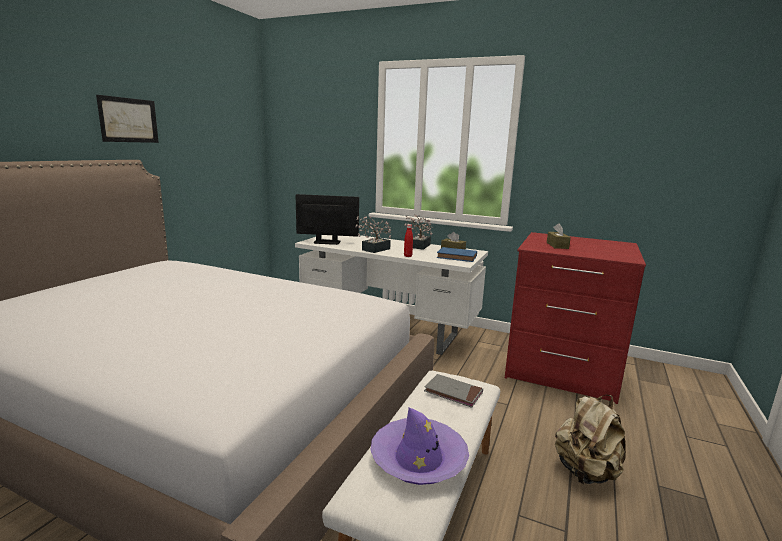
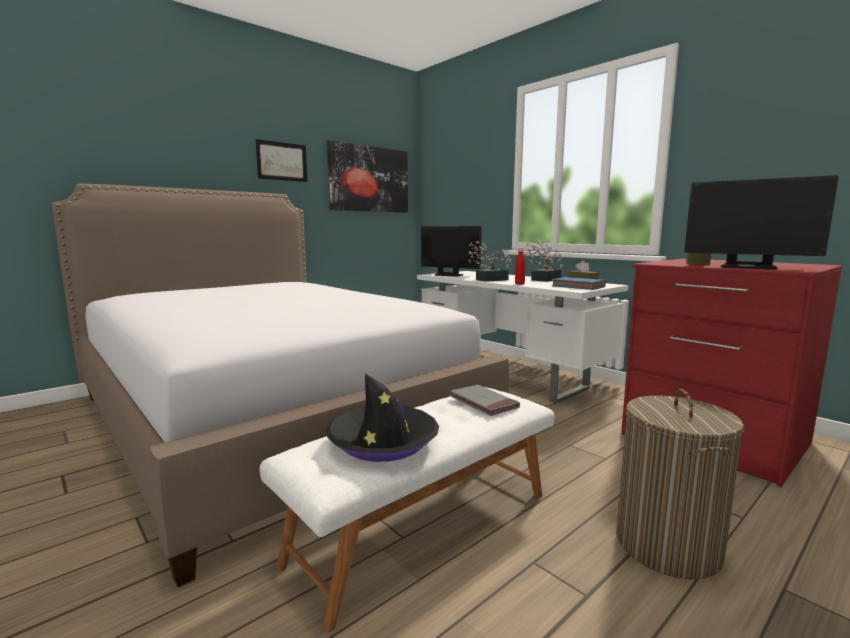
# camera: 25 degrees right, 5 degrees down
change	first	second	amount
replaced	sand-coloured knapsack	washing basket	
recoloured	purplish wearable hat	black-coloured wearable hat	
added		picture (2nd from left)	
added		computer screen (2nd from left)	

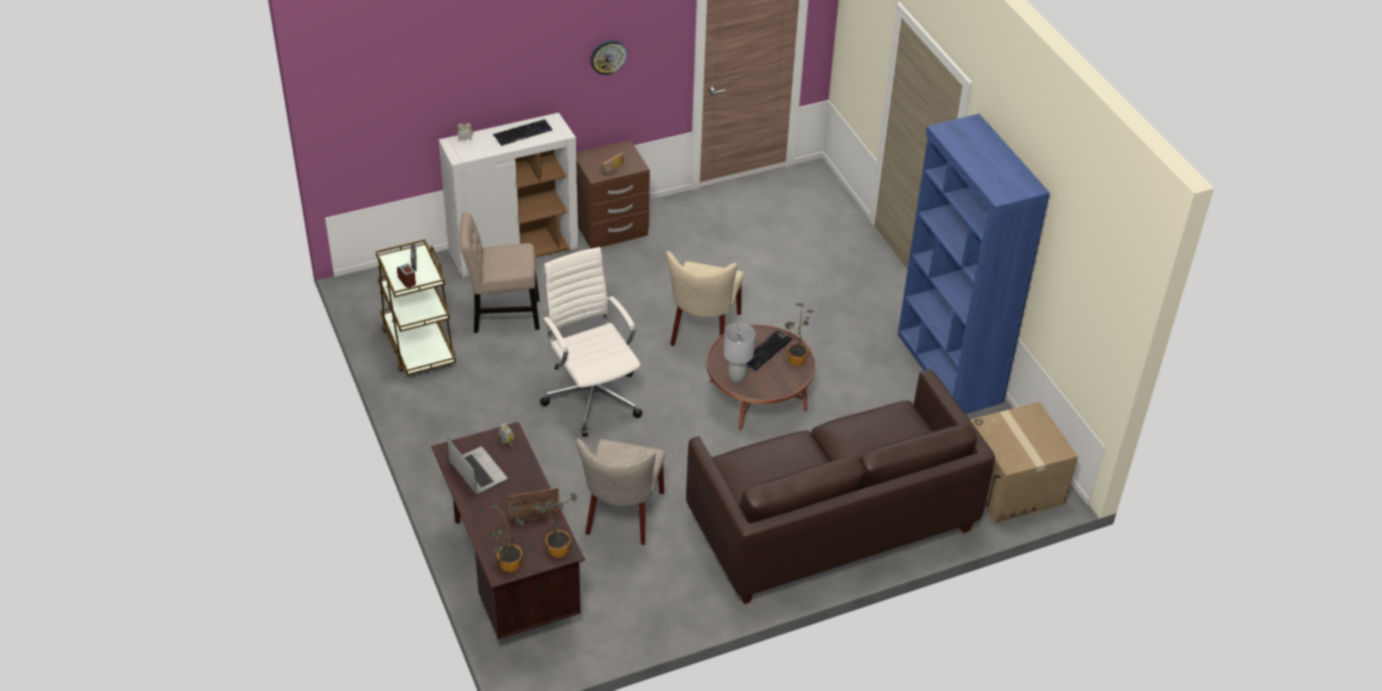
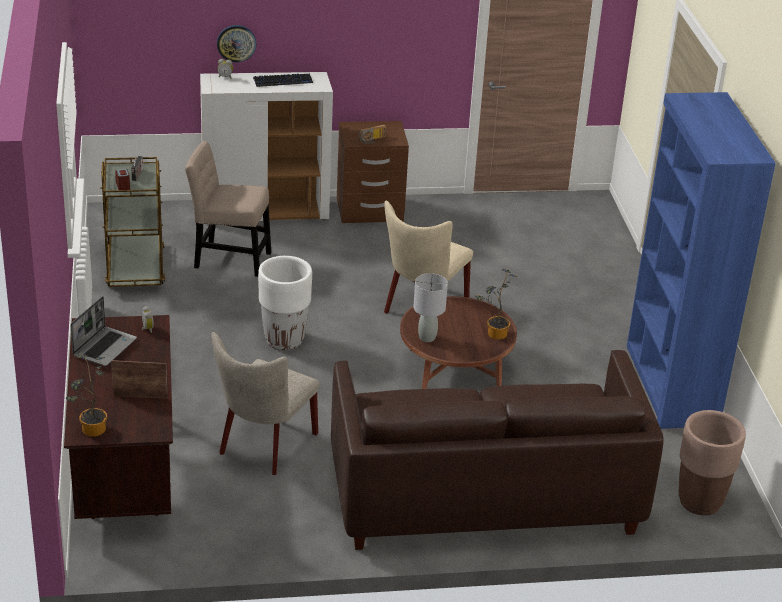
# camera: 15 degrees right, 10 degrees down
change	first	second	amount
moved	hanging clock		
replaced	whitish desk chair	whitish planter	
removed	keyboard (2nd from left)		
replaced	packing box	brown-coloured planter	
turned	portable computer		45 degrees clockwise
removed	houseplant (2nd from left)		

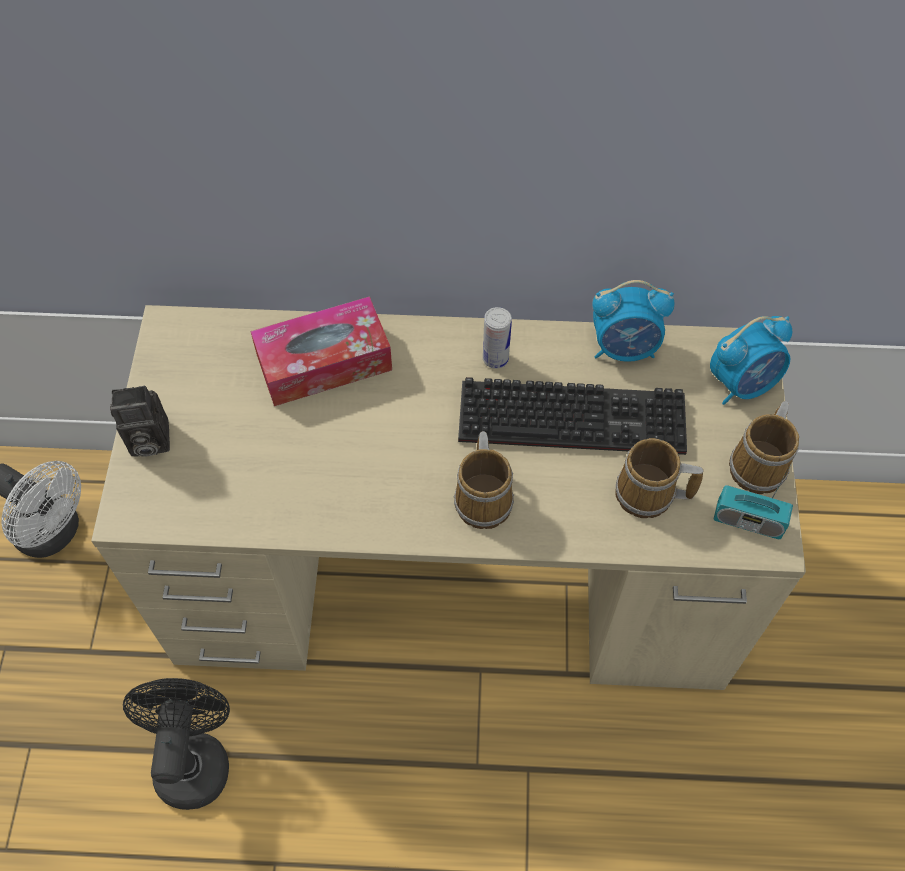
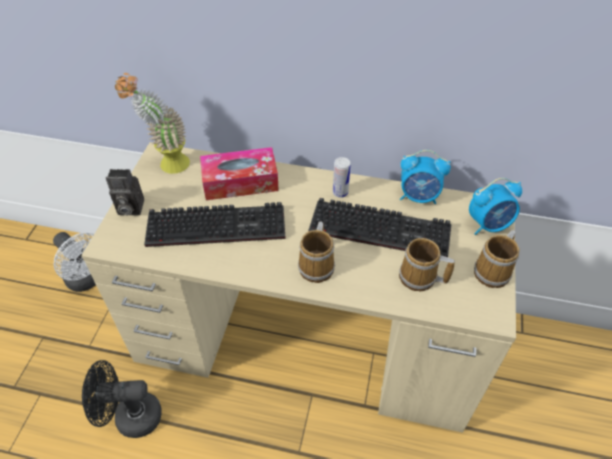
# camera: 10 degrees right, 10 degrees down
change	first	second	amount
removed	radio		
turned	black-coloured fan		105 degrees counterclockwise
added		houseplant	
added		keyboard (1st from left)	

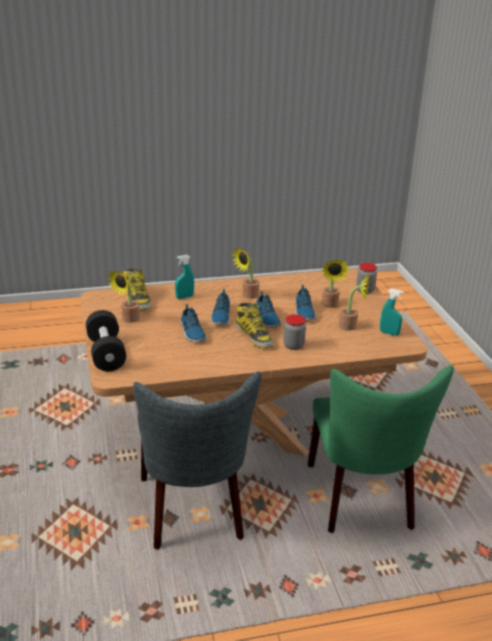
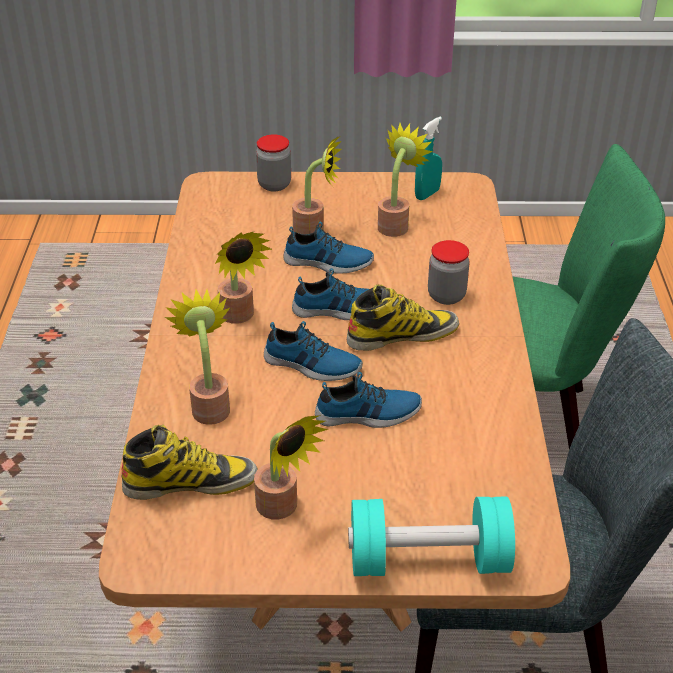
# camera: 75 degrees left, 10 degrees up
change	first	second	amount
replaced	turquoise hand sprayer (1st from left)	houseplant (1st from left)	
recoloured	black-coloured hand weight	turquoise hand weight	

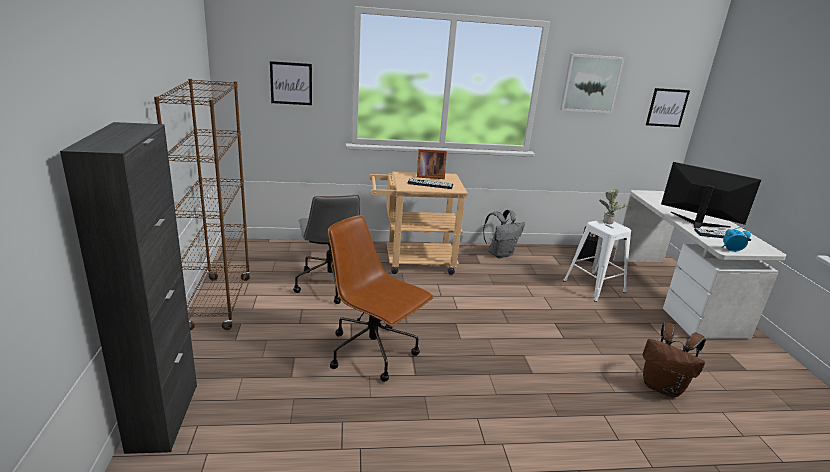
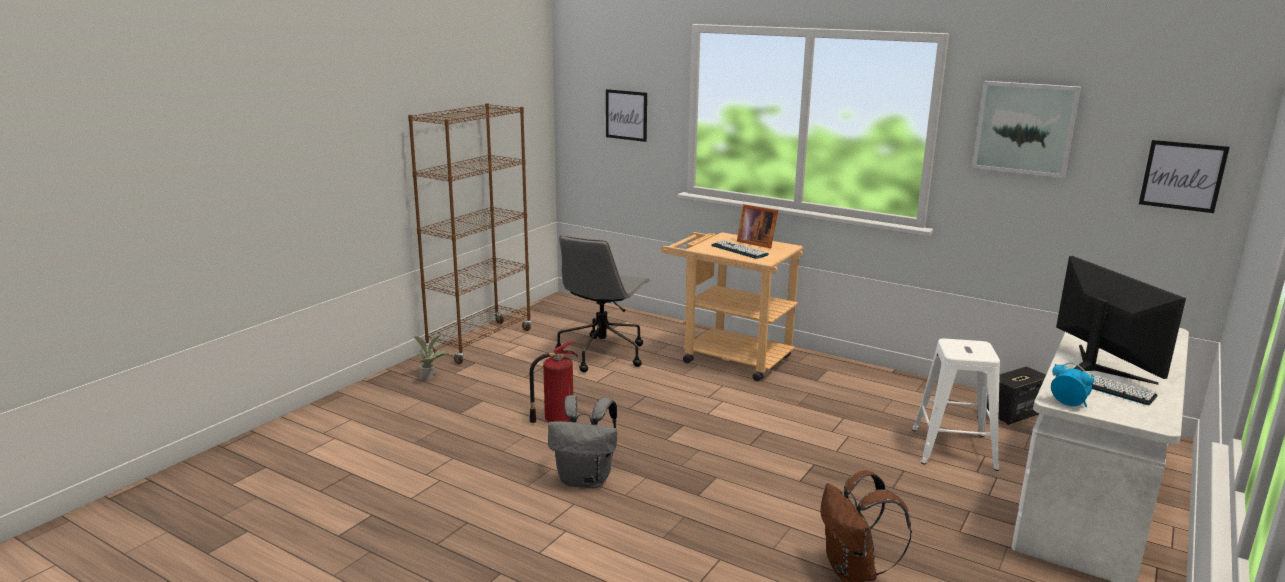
# camera: 40 degrees right, 5 degrees down
change	first	second	amount
removed	black-coloured cupboard		
moved	houseplant		
moved	greyish knapsack		
replaced	brown-coloured desk chair	fire-fighting cylinder	

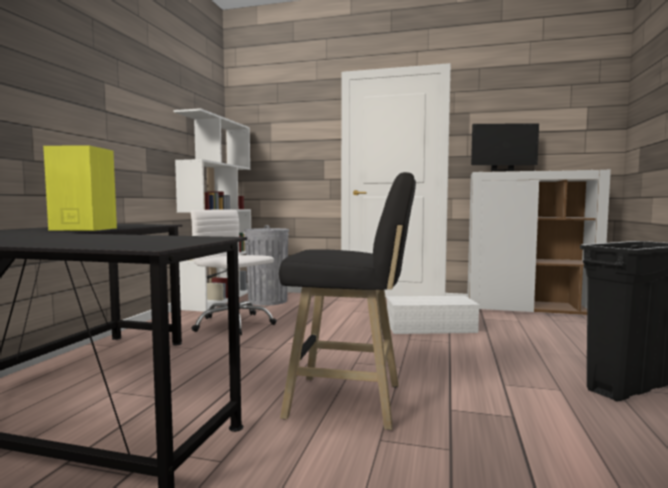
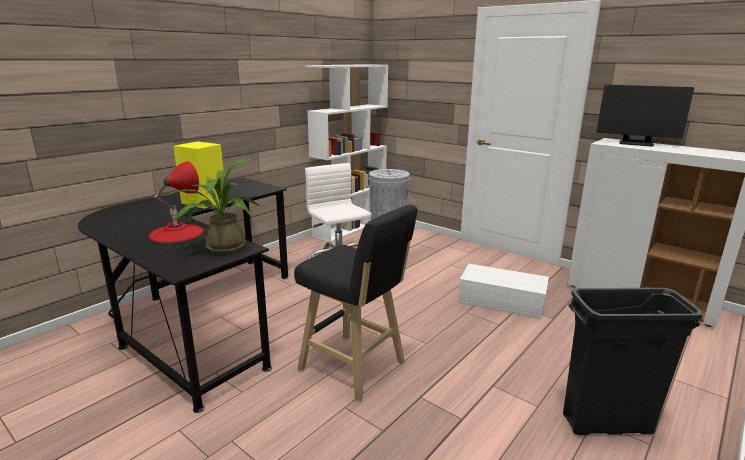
# camera: 25 degrees right, 15 degrees up
change	first	second	amount
added		houseplant	
added		reddish table lamp	

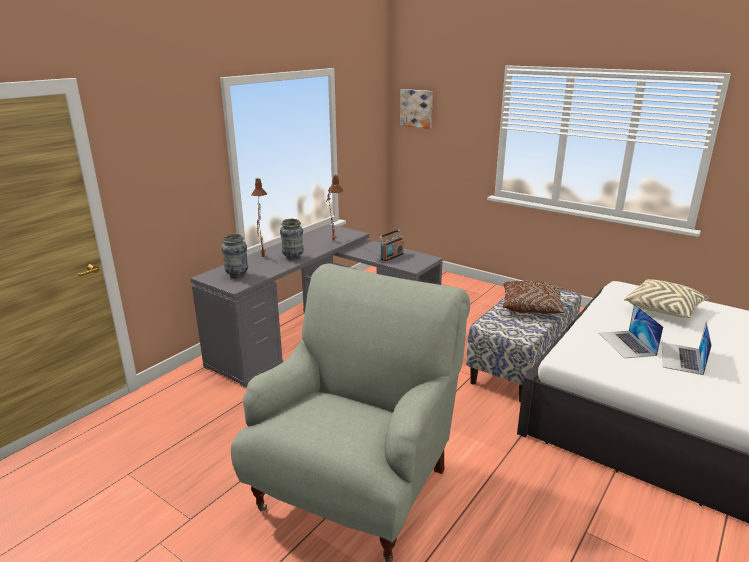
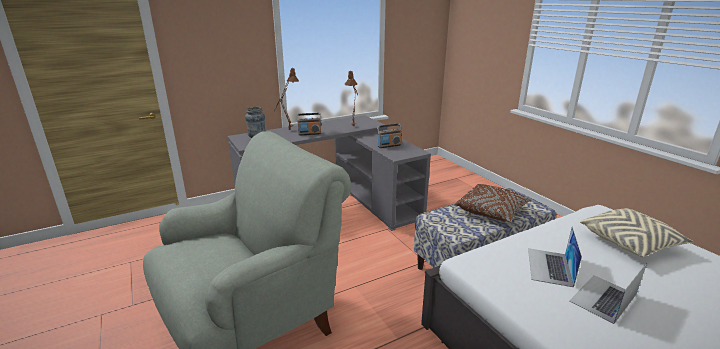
# camera: 25 degrees right, 0 degrees up
change	first	second	amount
removed	picture		
replaced	vase (2nd from left)	radio (1st from left)	

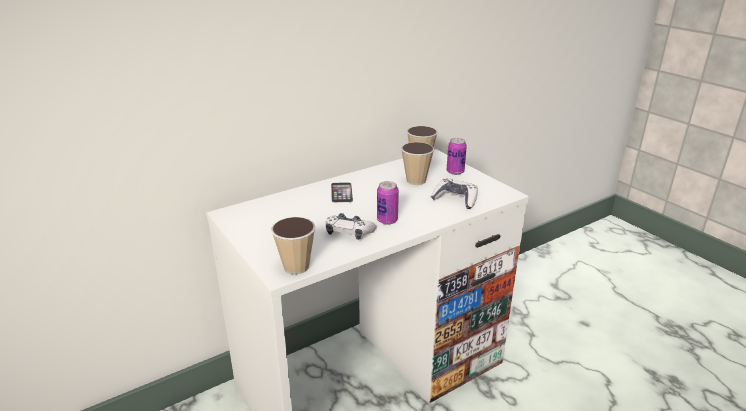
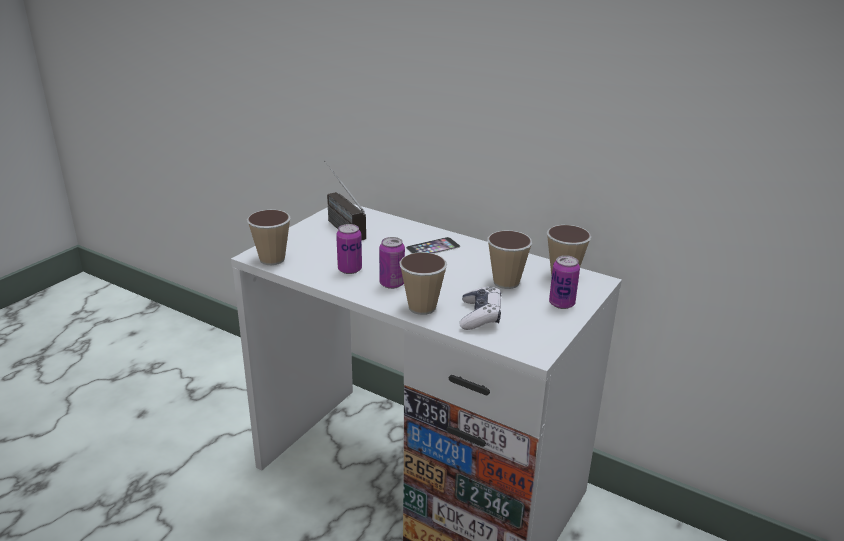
# camera: 65 degrees right, 0 degrees up
change	first	second	amount
replaced	joypad (1st from left)	metal can (1st from left)	
added		radio	
added		drinking cup (2nd from left)	

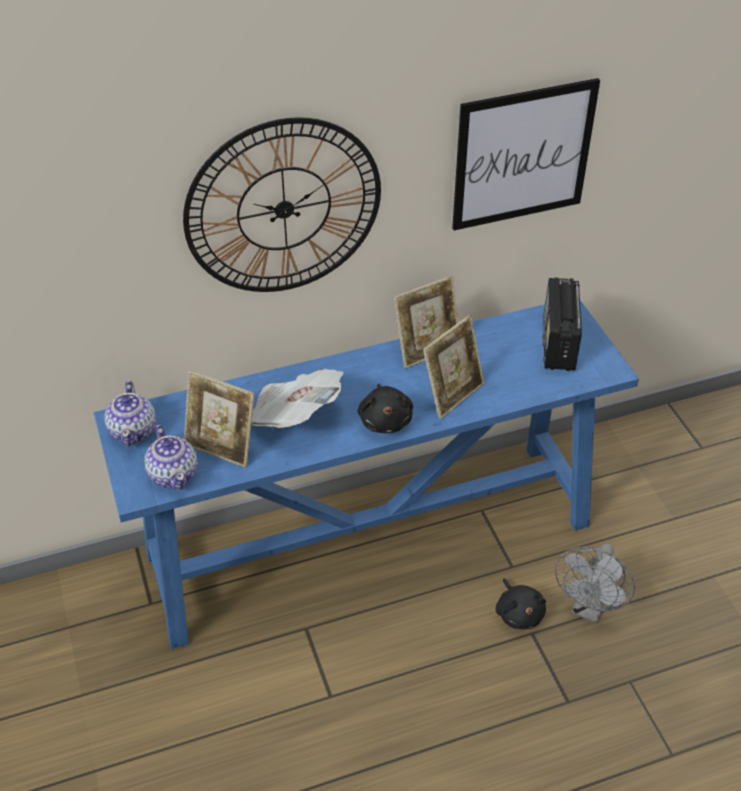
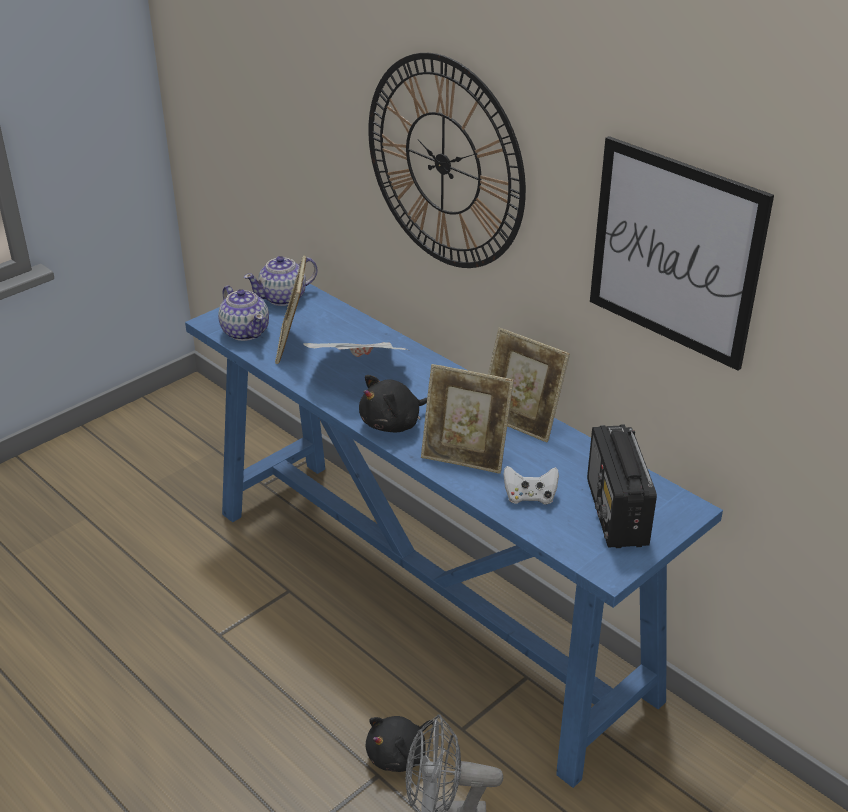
# camera: 65 degrees right, 10 degrees down
change	first	second	amount
turned	radio		75 degrees counterclockwise
turned	tea pot (2nd from left in the first image)	tea pot (1st from left)	75 degrees counterclockwise
added		whitish joypad	

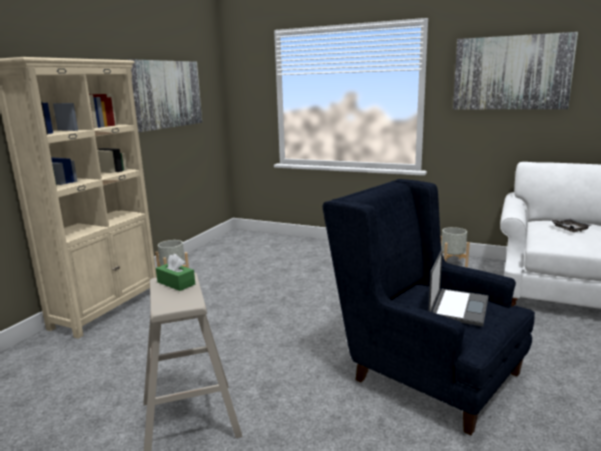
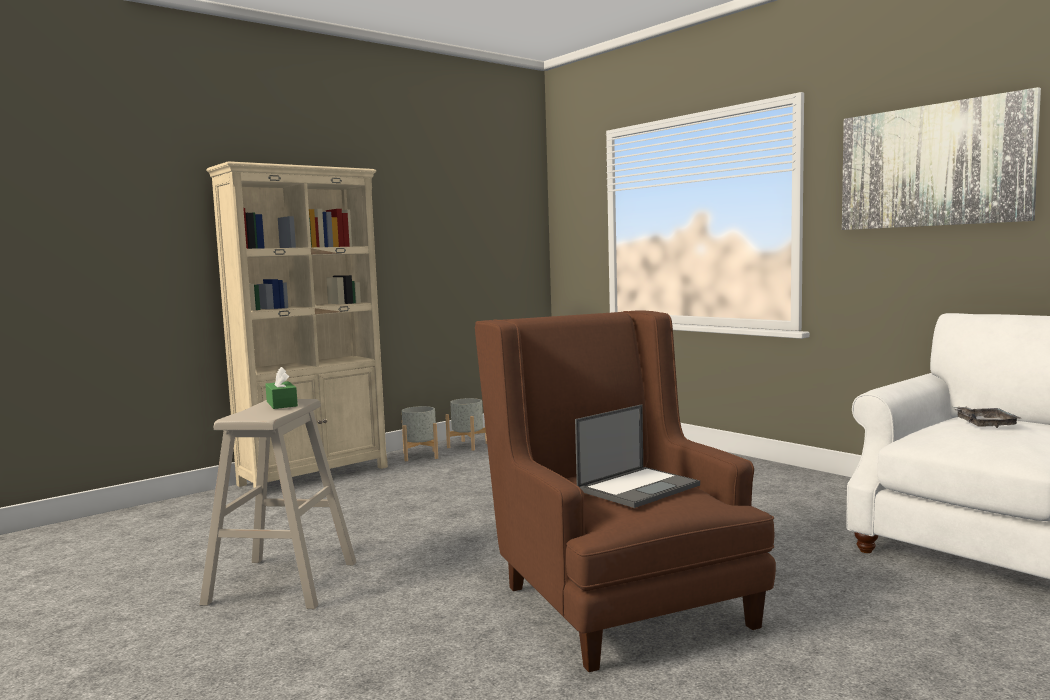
# camera: 25 degrees right, 10 degrees down
change	first	second	amount
removed	picture (1st from left)		
recoloured	bluish easy chair	brown-coloured easy chair	
moved	greyish planter (2nd from left)		

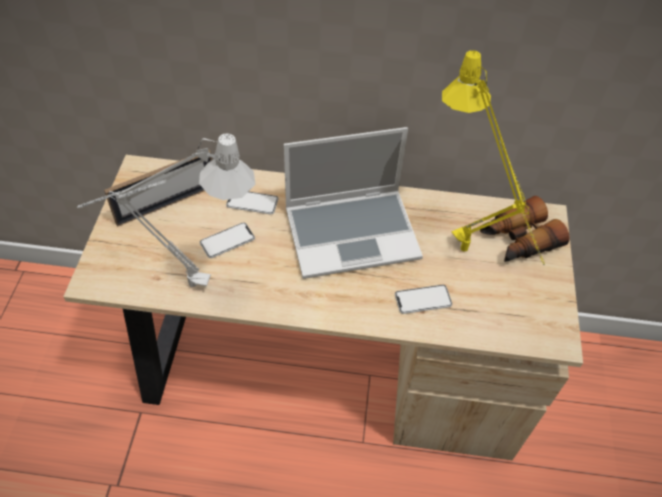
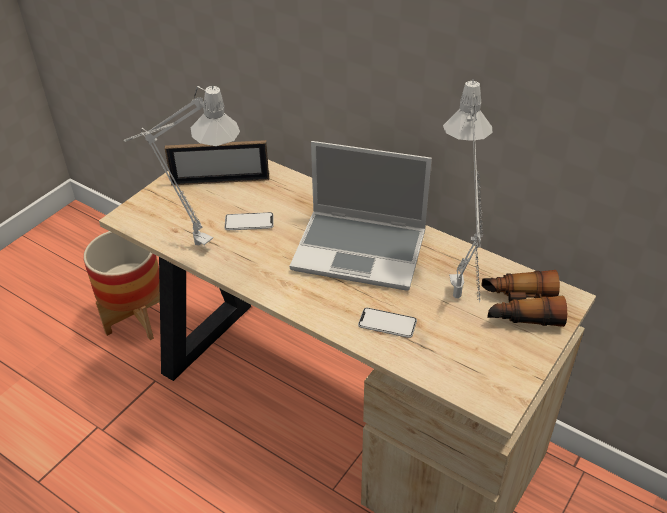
# camera: 30 degrees right, 10 degrees down
change	first	second	amount
recoloured	yellow-coloured table lamp	greyish table lamp (2nd from left)	
removed	telephone (2nd from left)		
added		planter	

